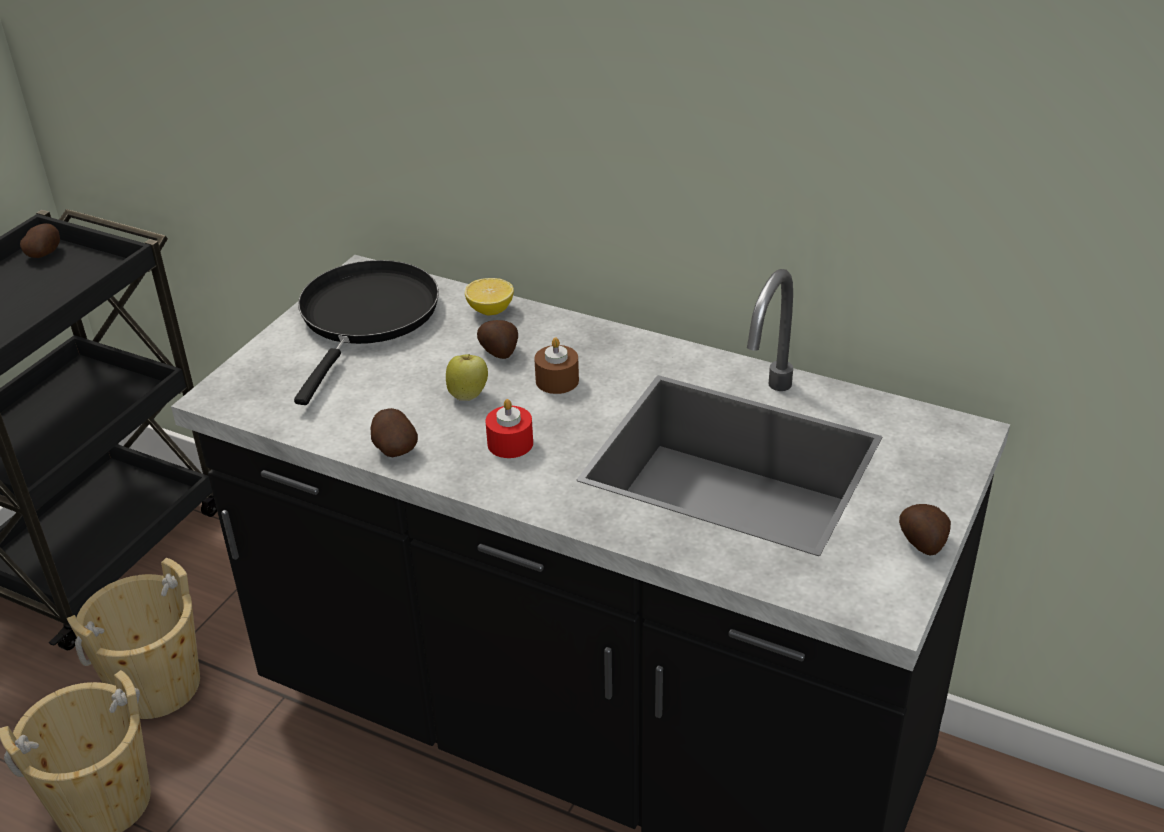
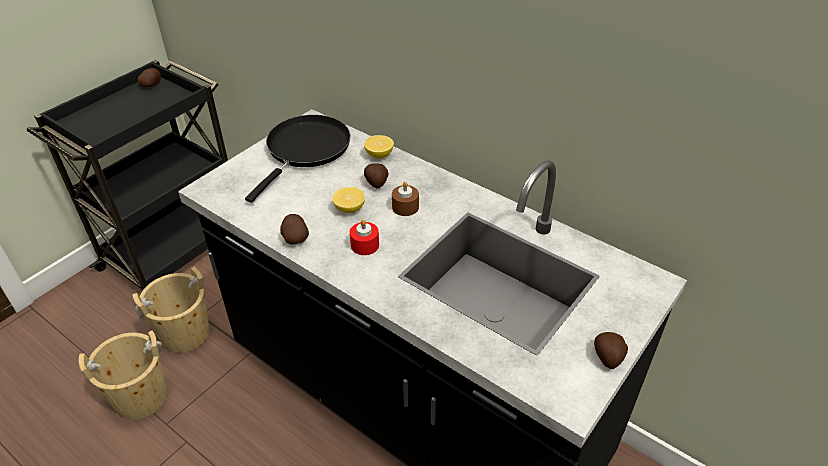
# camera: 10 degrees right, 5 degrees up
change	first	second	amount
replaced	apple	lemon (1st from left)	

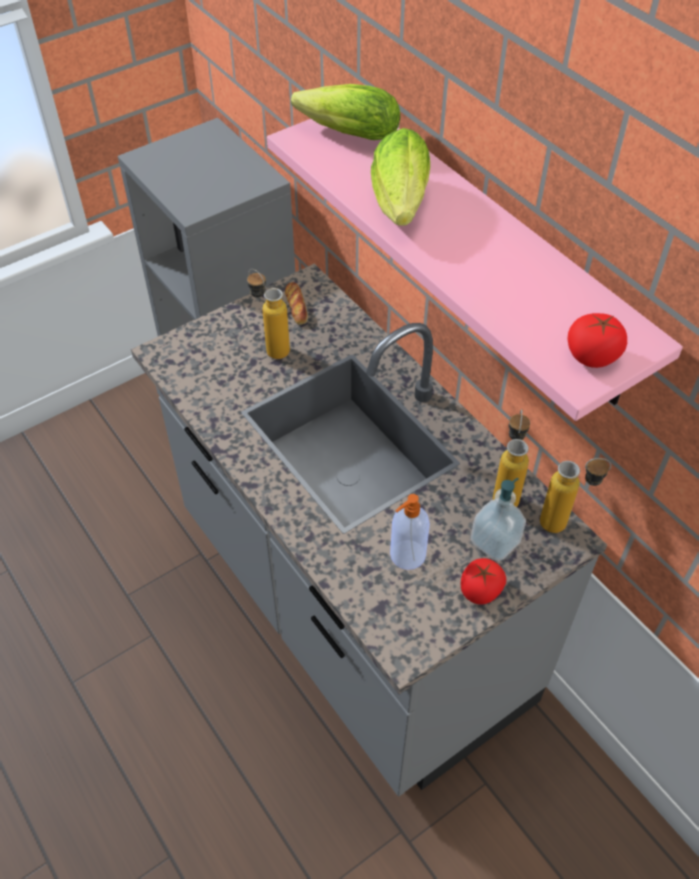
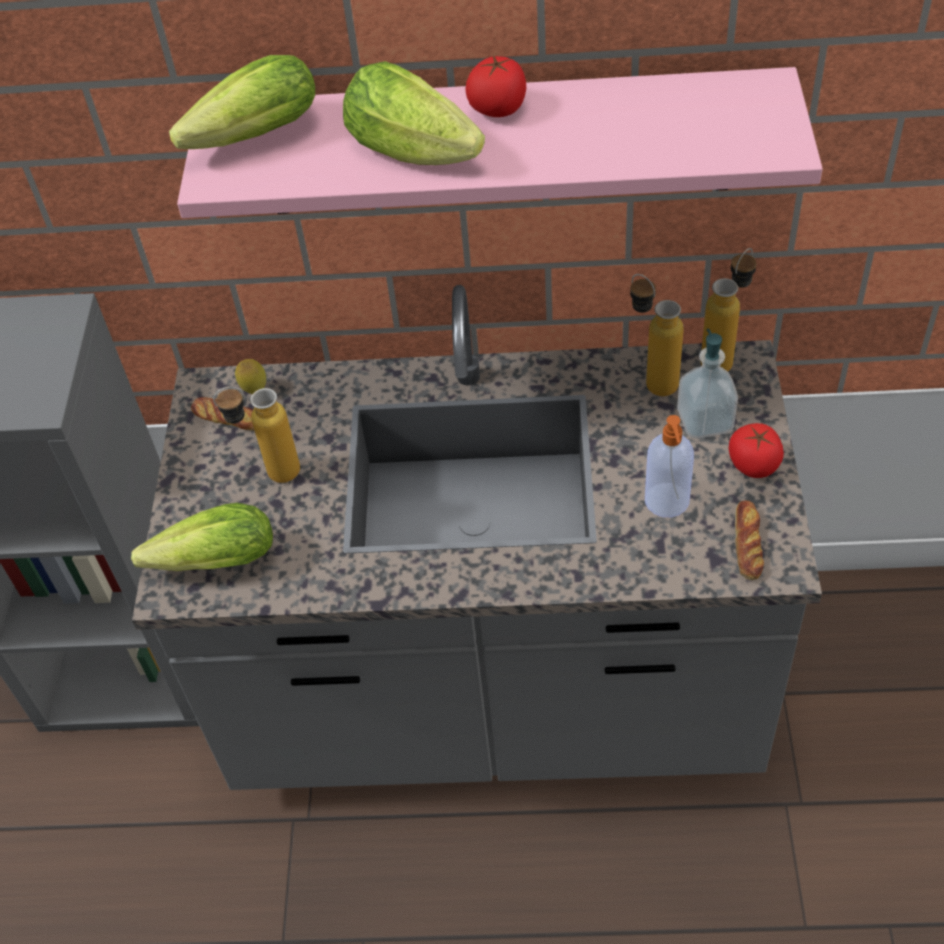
# camera: 50 degrees left, 0 degrees up
change	first	second	amount
moved	whole tomato (2nd from left in the first image)	whole tomato (1st from left)	
added		lemon	
added		bread (2nd from left)	
added		head of lettuce (1st from left)	

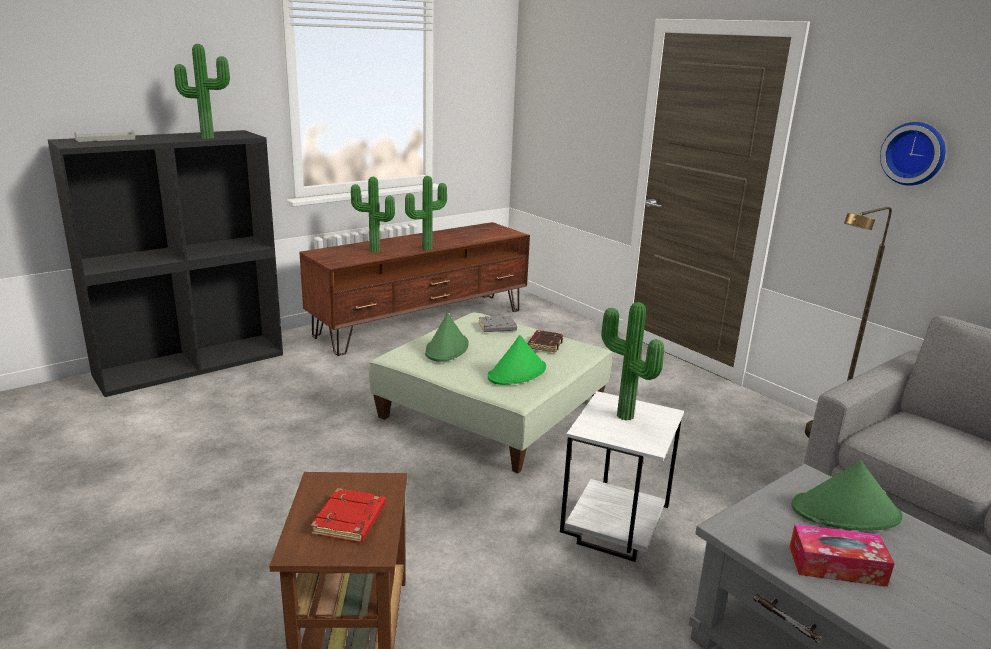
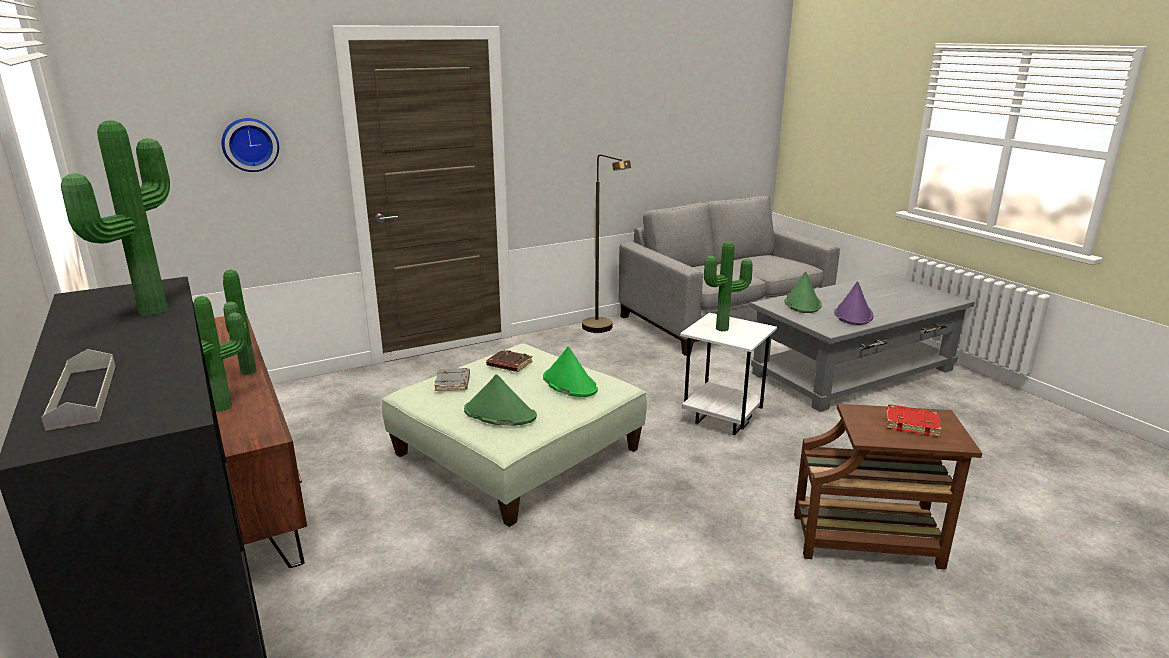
# camera: 80 degrees left, 0 degrees up
change	first	second	amount
moved	hanging clock		
replaced	tissue holder	purplish wearable hat	

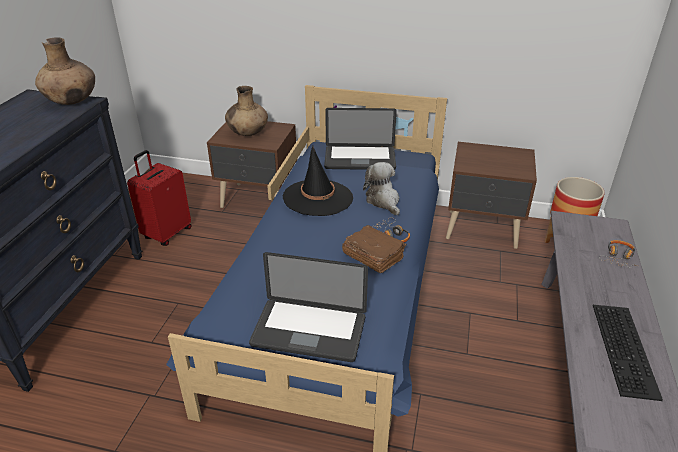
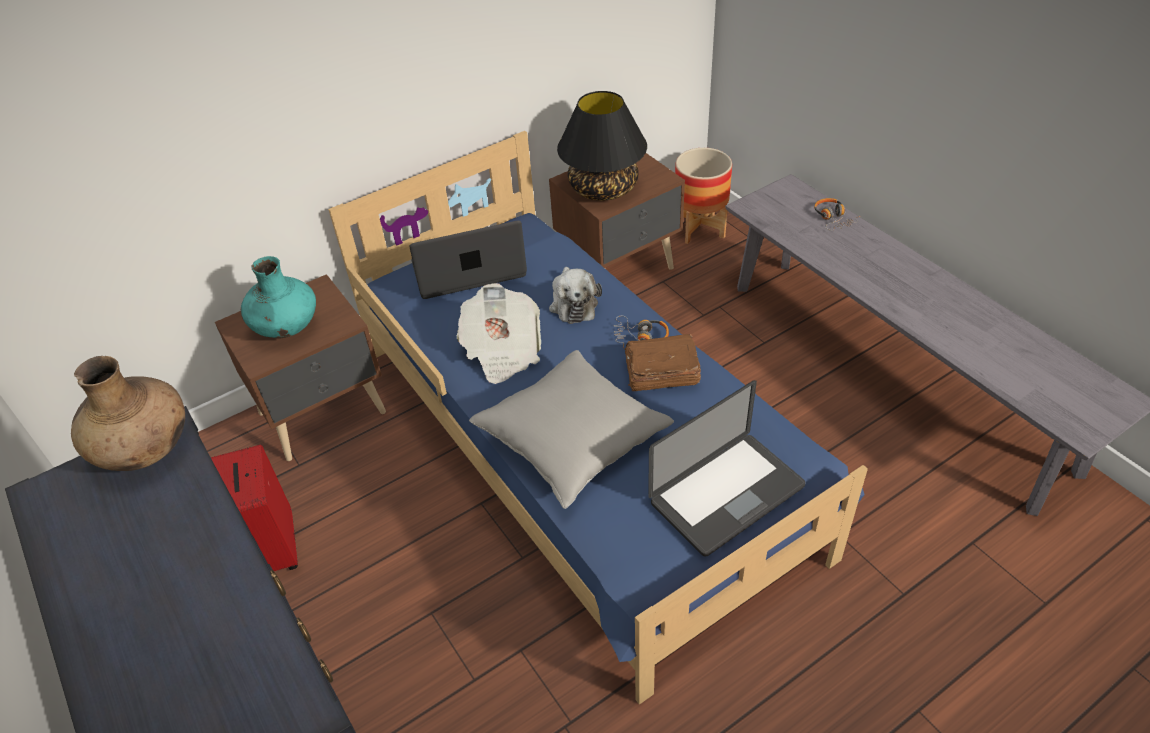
# camera: 45 degrees left, 10 degrees up
change	first	second	amount
recoloured	brown-coloured vase (2nd from left)	turquoise vase	
turned	portable computer (2nd from left in the first image)	portable computer (1st from left)	150 degrees counterclockwise
replaced	black-coloured wearable hat	printed paper	
turned	plush toy		120 degrees counterclockwise
removed	keyboard		
added		black-coloured table lamp	
added		greyish throw pillow	

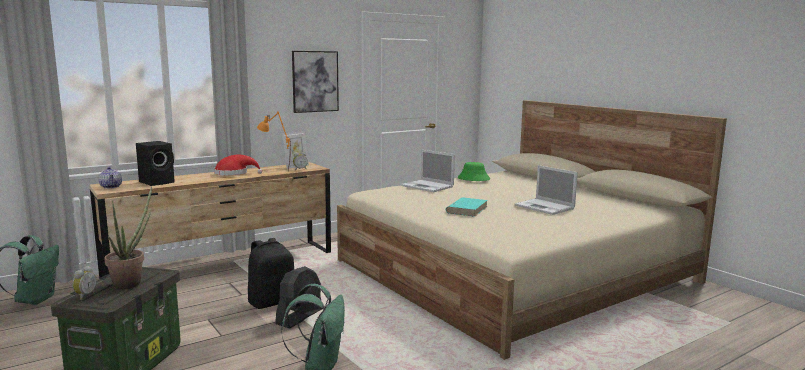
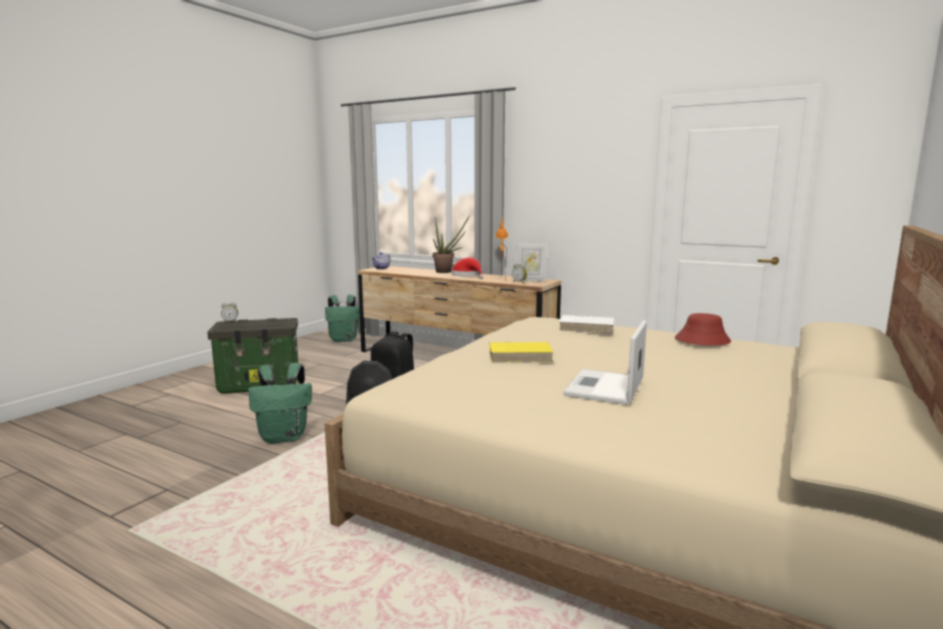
# camera: 65 degrees right, 0 degrees up
change	first	second	amount
removed	picture		
removed	black-coloured audio speaker		
replaced	portable computer (1st from left)	whitish book	
recoloured	green wearable hat	reddish wearable hat (2nd from left)	
moved	houseplant		
recoloured	turquoise book	yellow-coloured book	

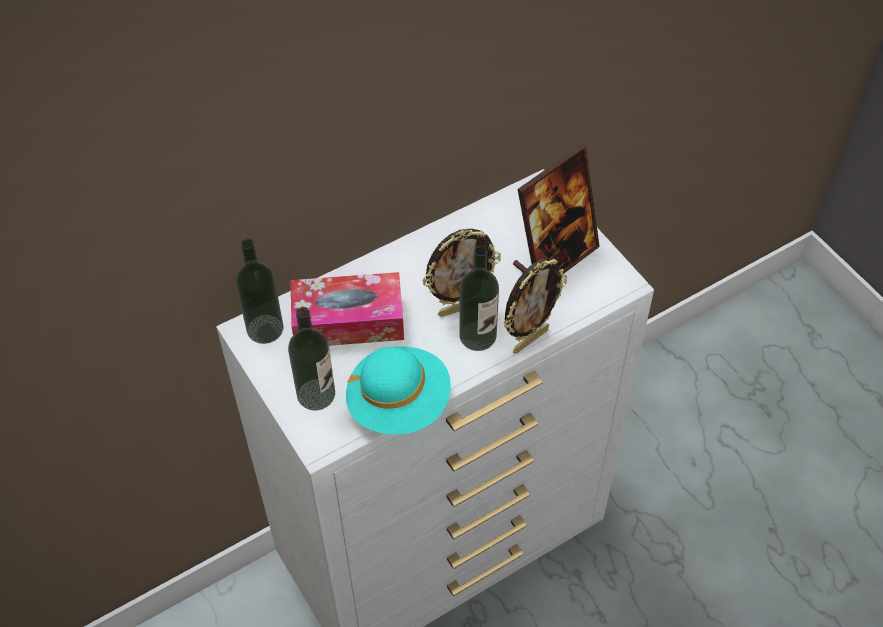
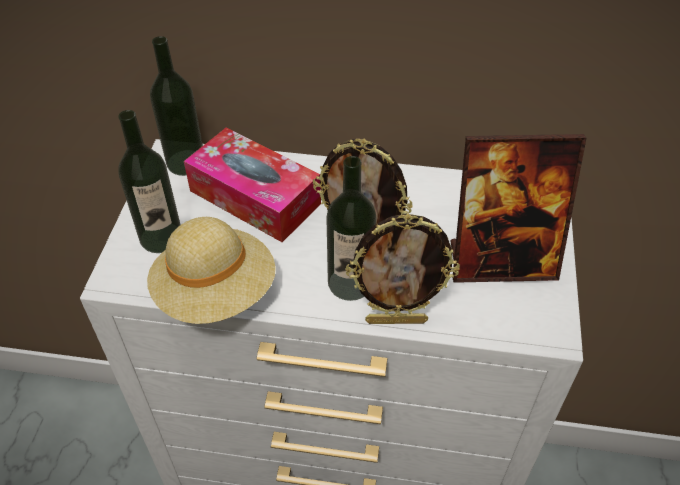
# camera: 40 degrees right, 5 degrees down
change	first	second	amount
recoloured	turquoise wearable hat	sand-coloured wearable hat	

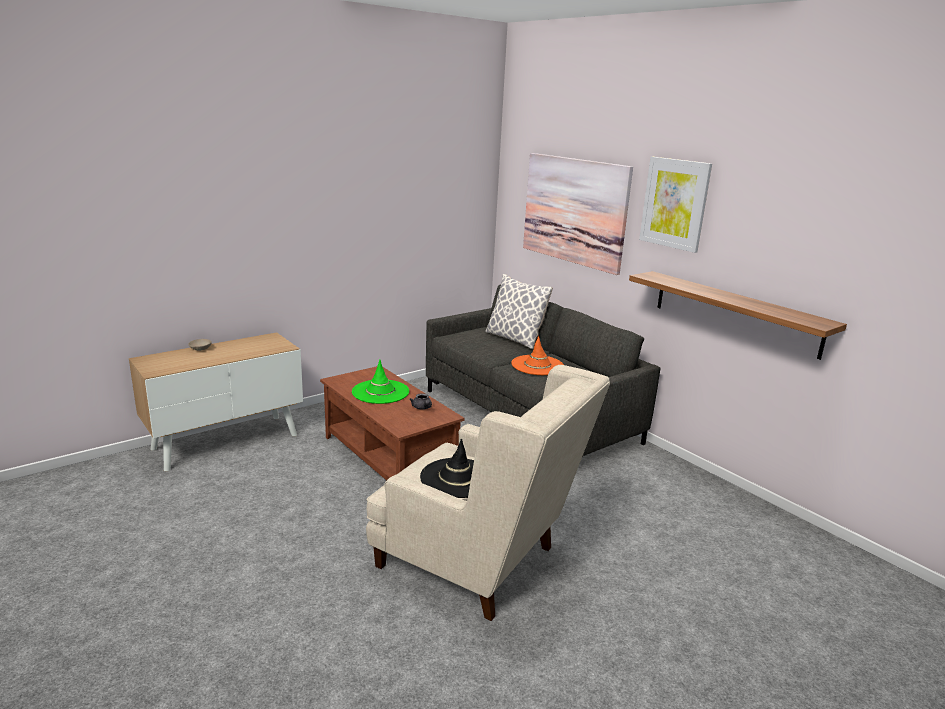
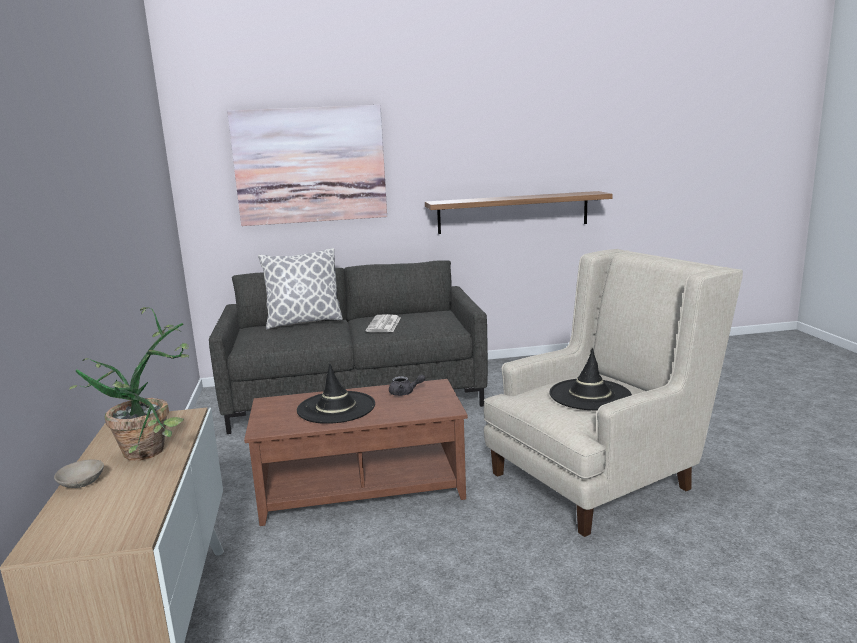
# camera: 60 degrees left, 5 degrees down
change	first	second	amount
removed	picture (2nd from left)		
replaced	orangey wearable hat	printed paper	
recoloured	green wearable hat	black-coloured wearable hat (1st from left)	
added		houseplant	

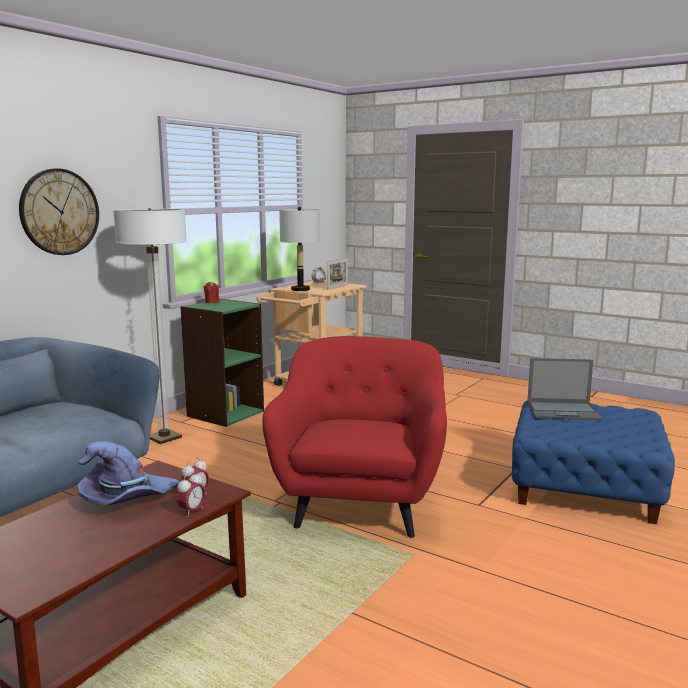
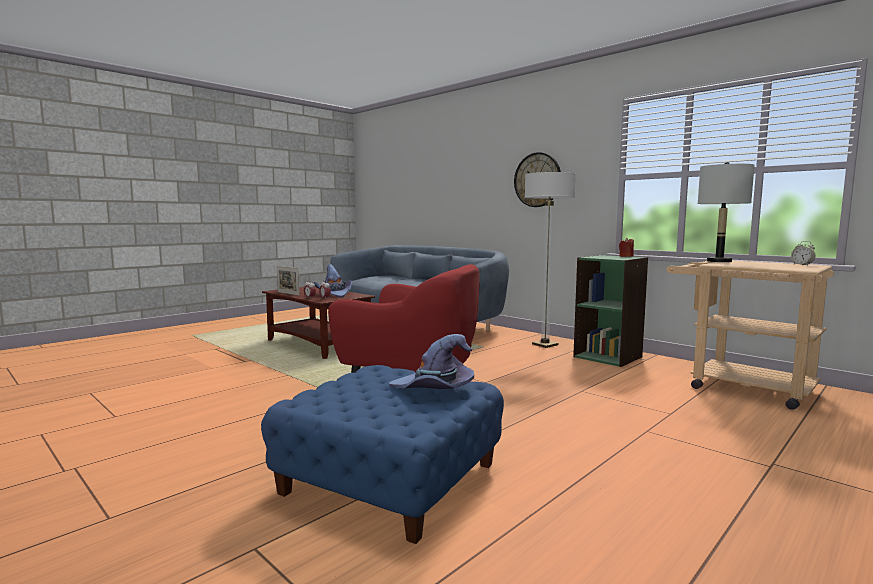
# camera: 100 degrees right, 5 degrees down
change	first	second	amount
moved	picture frame		
replaced	portable computer	purplish wearable hat (2nd from left)	

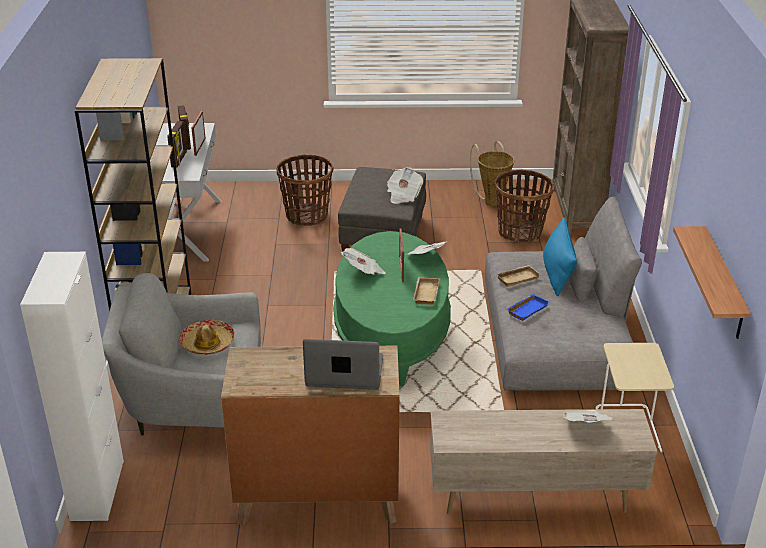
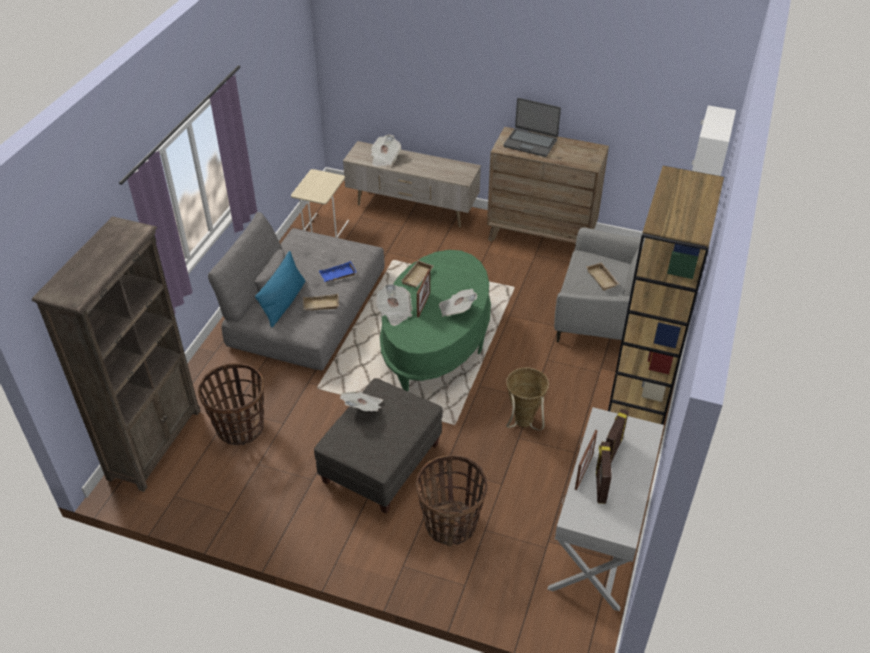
# camera: 160 degrees left, 10 degrees up
change	first	second	amount
moved	basket (2nd from left in the first image)	basket (3rd from left)	
removed	bracket shelf		
replaced	wearable hat	sand-coloured carrying tray (3rd from left)	

